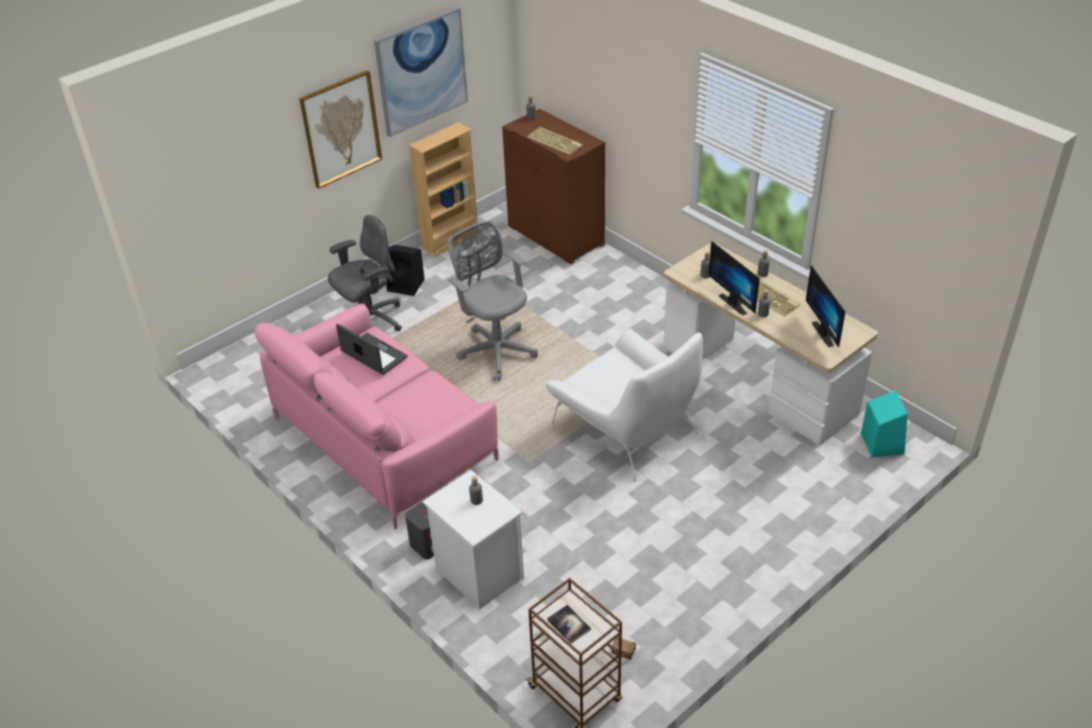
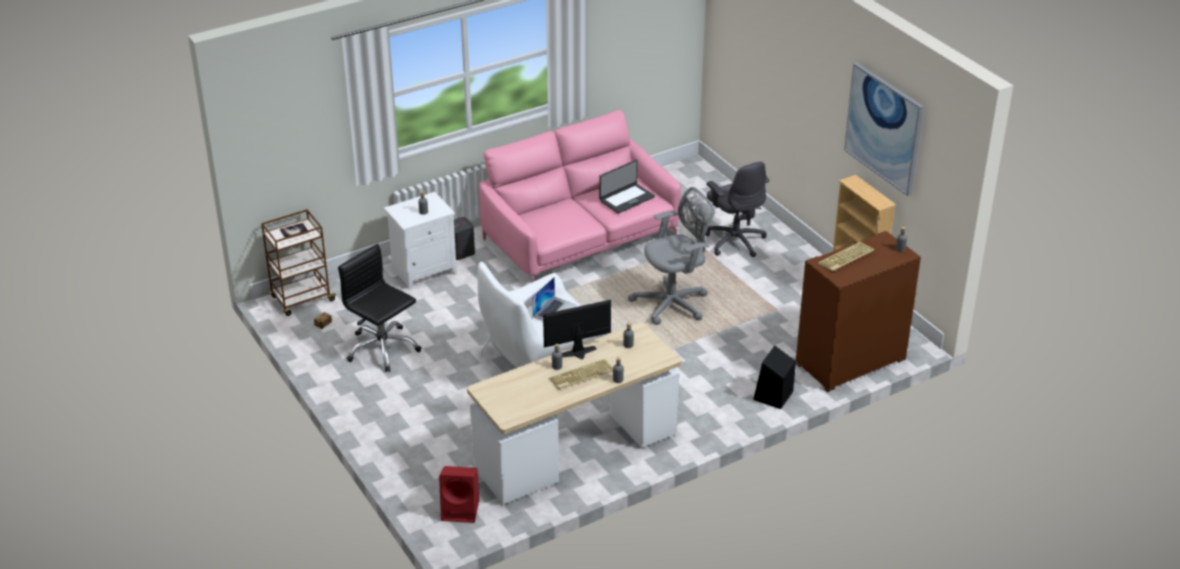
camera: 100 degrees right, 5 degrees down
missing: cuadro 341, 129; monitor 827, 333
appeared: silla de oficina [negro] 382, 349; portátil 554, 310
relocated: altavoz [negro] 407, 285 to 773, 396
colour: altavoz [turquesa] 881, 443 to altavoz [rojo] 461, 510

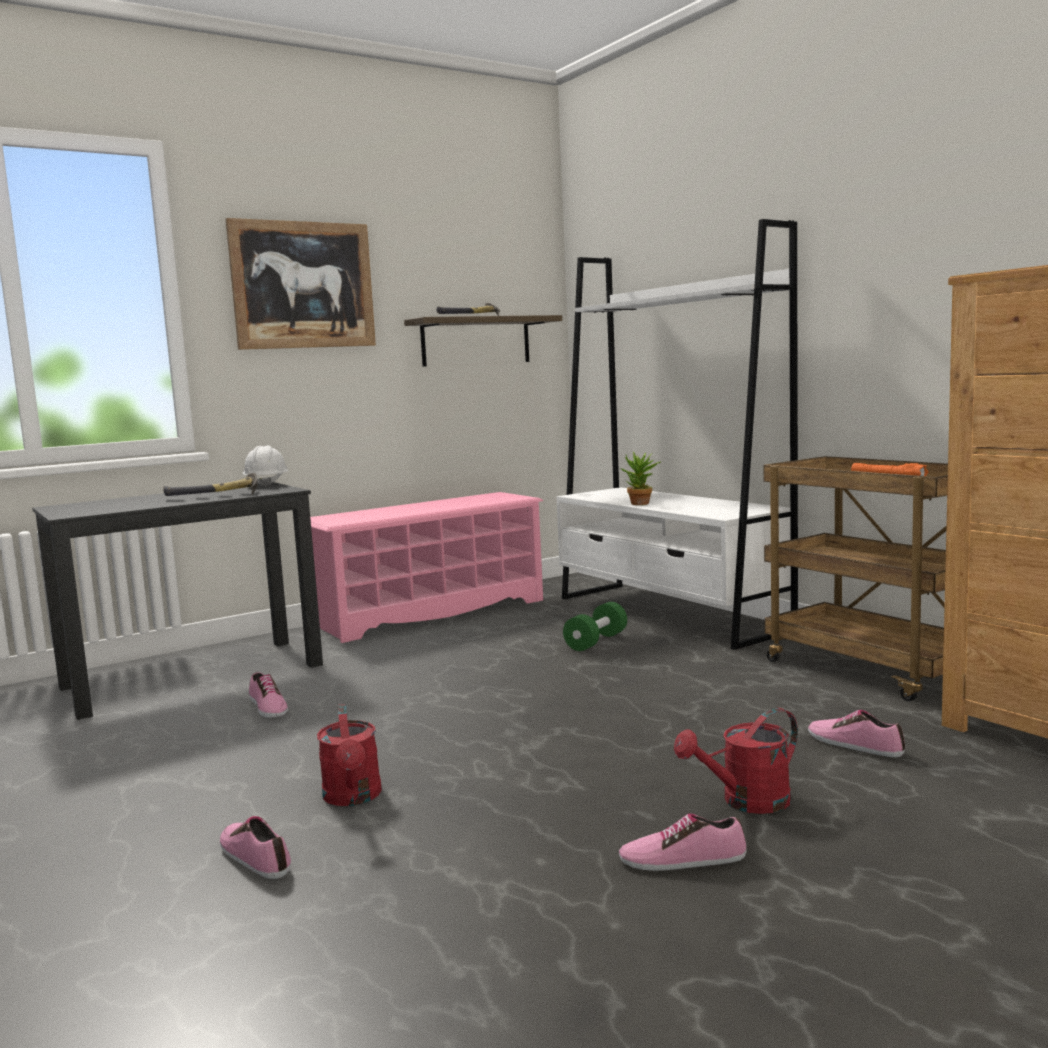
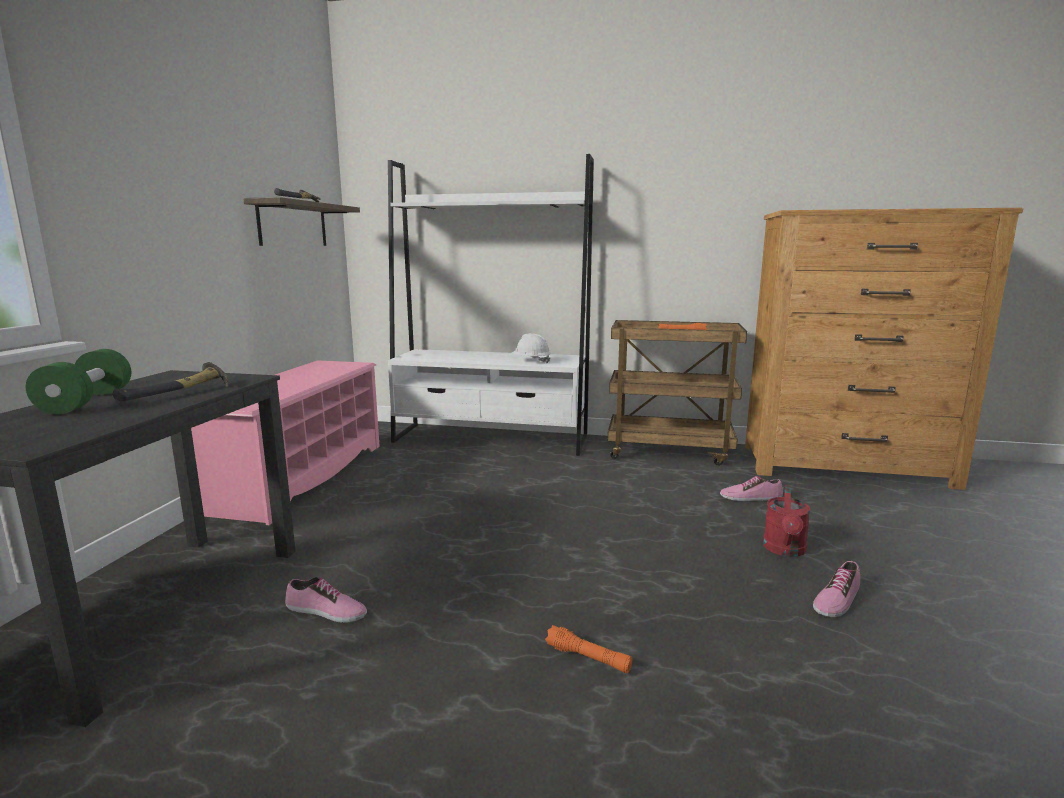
camera: 45 degrees left, 5 degrees up
missing: zapato 256, 856; cuadro 303, 285; planta en maceta 641, 504
relocated: casco [blanco] 266, 484 to 530, 361; mancuerna [verde] 596, 641 to 87, 401
exchanged: regadera [rojo] 353, 797 to linterna [naranja] 588, 658

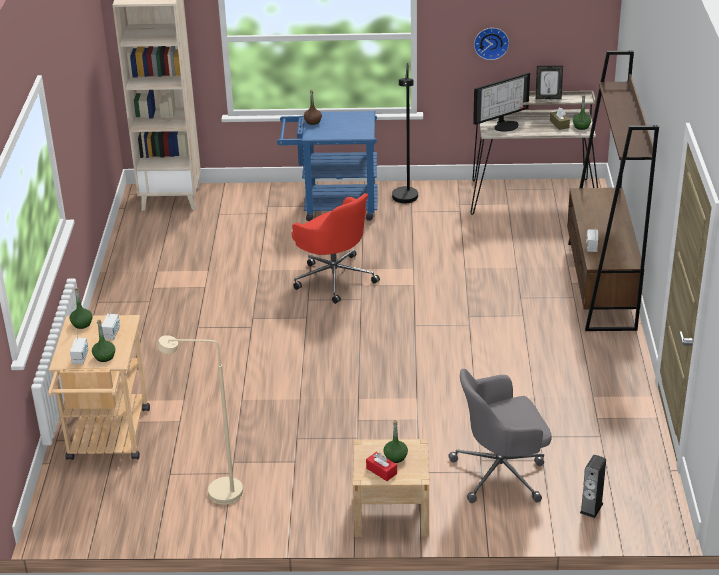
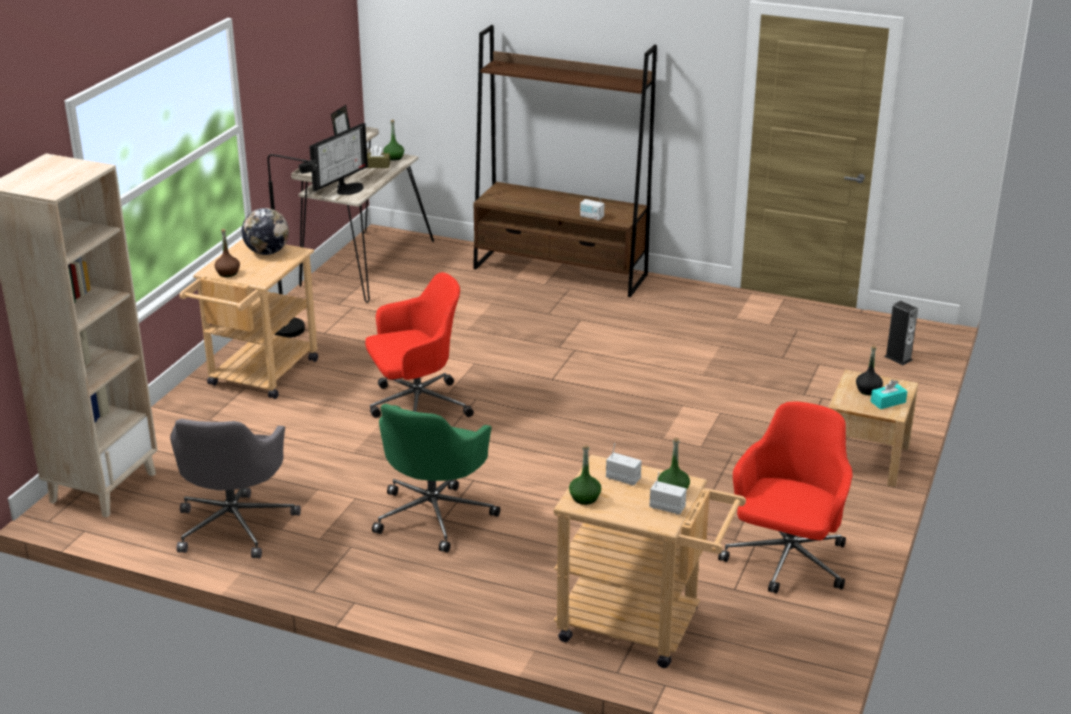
camera: 70 degrees left, 5 degrees down
missing: reloj de pared 491, 42
appeared: globo terráqueo 267, 252; silla de oficina [verde] 434, 515
relocated: silla de oficina [gris] 501, 473 to 235, 524
exchanged: lámpara de pie [beis] 215, 493 to silla de oficina [rojo] 786, 562
colour: carrito [azul] 332, 206 to carrito [beis] 258, 377; caja de pañuelos [rojo] 381, 471 to caja de pañuelos [turquesa] 888, 402; botella [verde] 395, 457 to botella [negro] 868, 390
spun: monitor 505, 125 = 348, 188 45 degrees clockwise

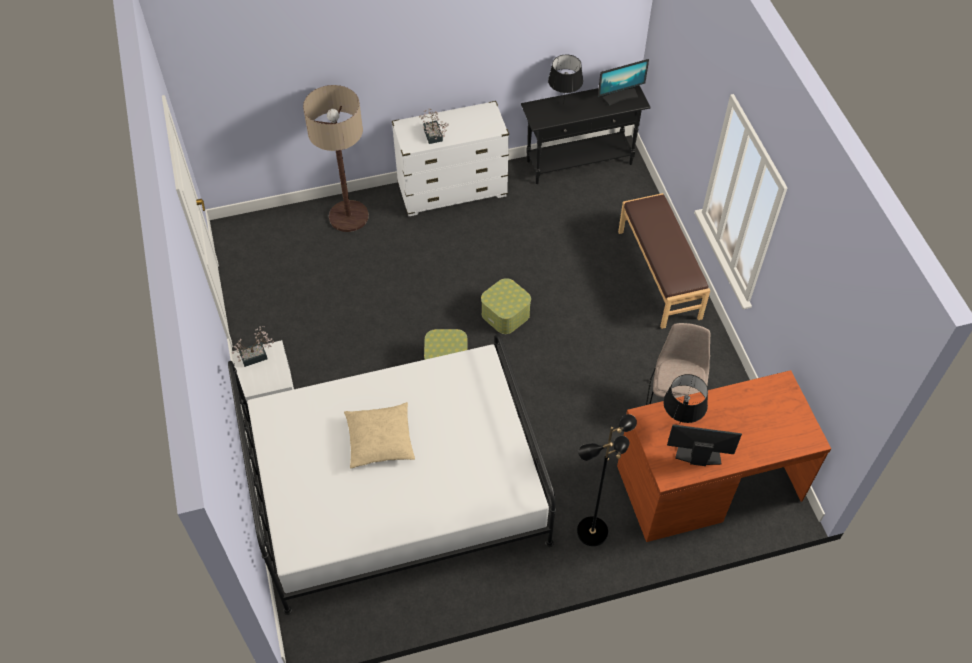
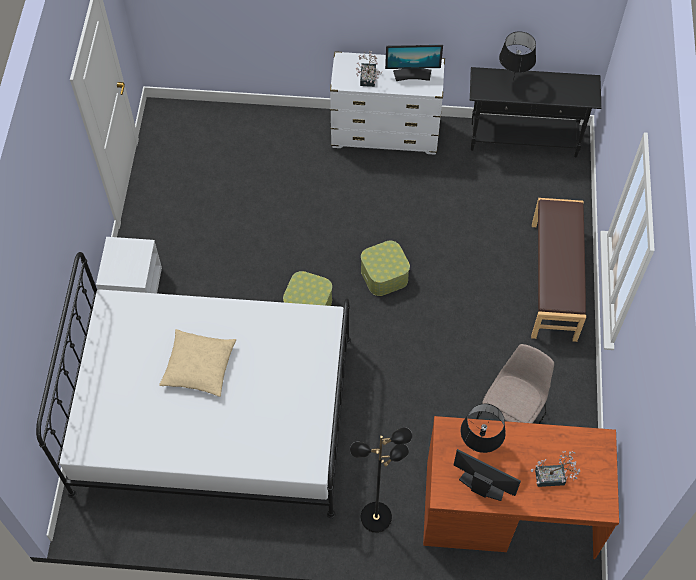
camera: 20 degrees right, 5 degrees up
missing: lámpara de pie 348, 216
relocated: planta en maceta 257, 356 to 553, 477; monitor 620, 96 to 412, 74

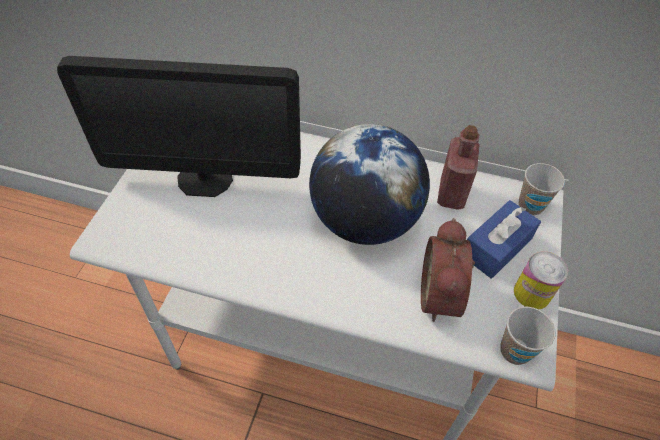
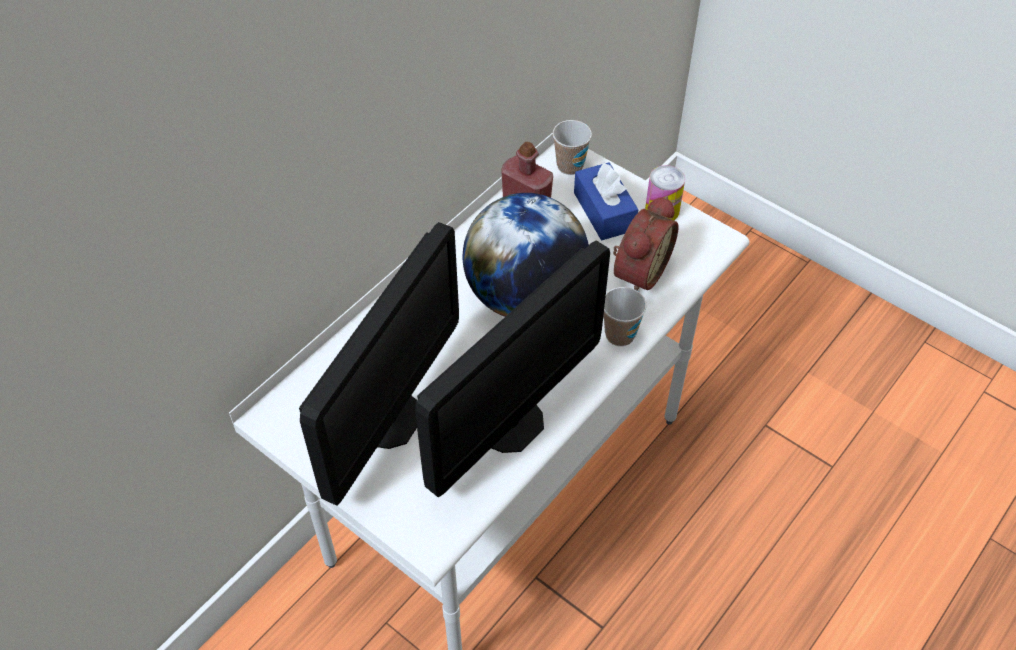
camera: 65 degrees left, 0 degrees up
appeared: monitor 510, 424
relocated: taza 515, 351 to 620, 335
spun: despertador 443, 296 = 638, 271 90 degrees counterclockwise

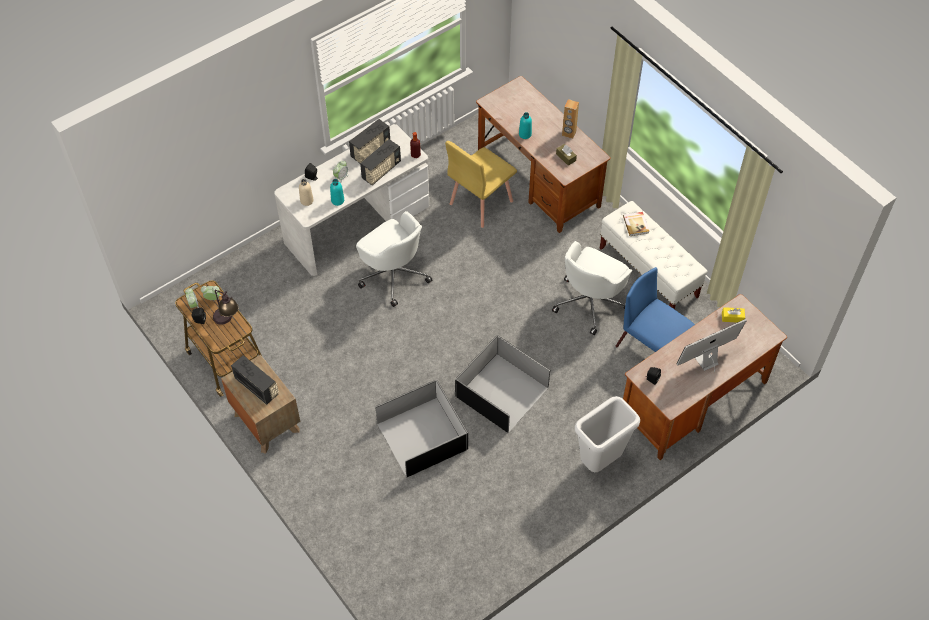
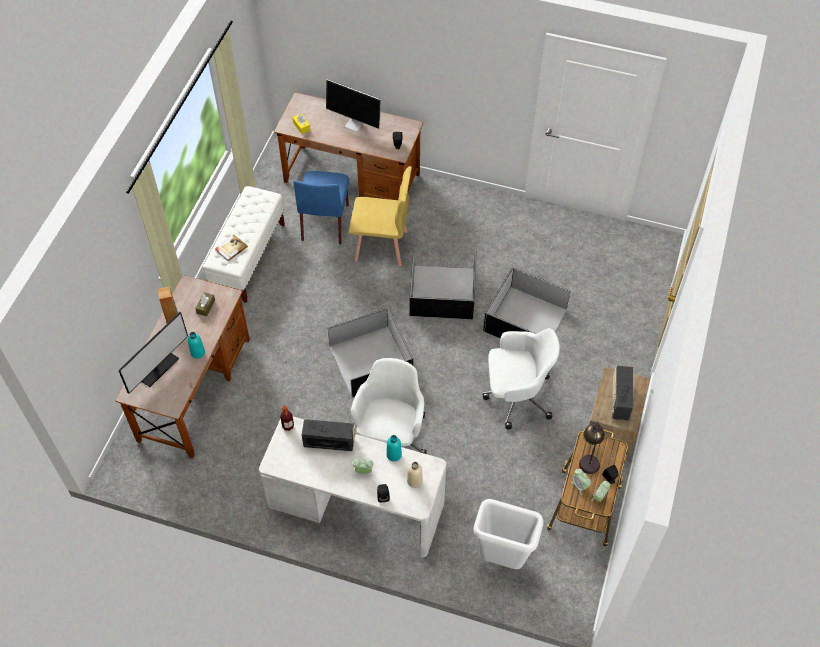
camera: 125 degrees left, 0 degrees up
missing: radio 370, 150
appeared: monitor 157, 368; caja de almacenaje [negro] 370, 359
relocated: silla [amarillo] 480, 202 to 381, 246; silla de oficina [blanco] 590, 302 to 516, 396; papelera [blanco] 600, 460 to 501, 559

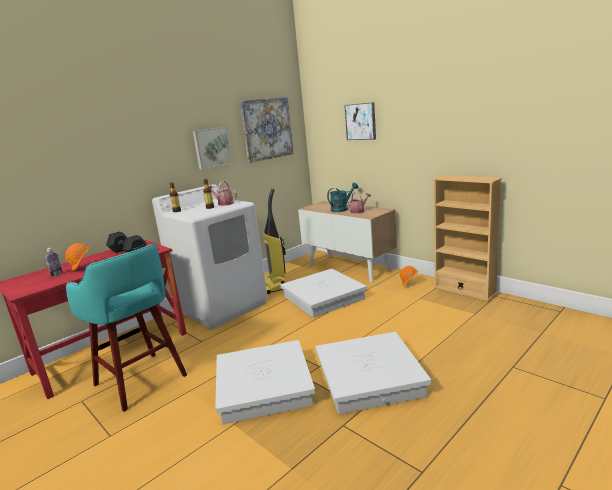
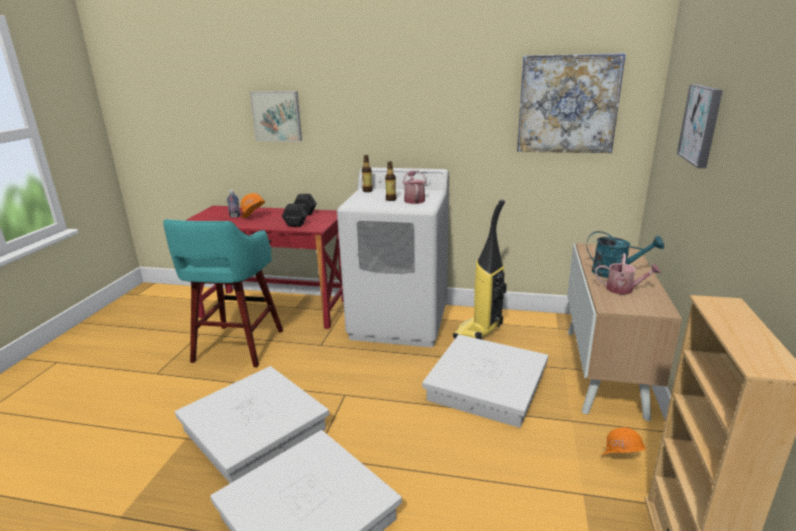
camera: 55 degrees right, 5 degrees up
relocated: cuadro 211, 147 to 277, 116

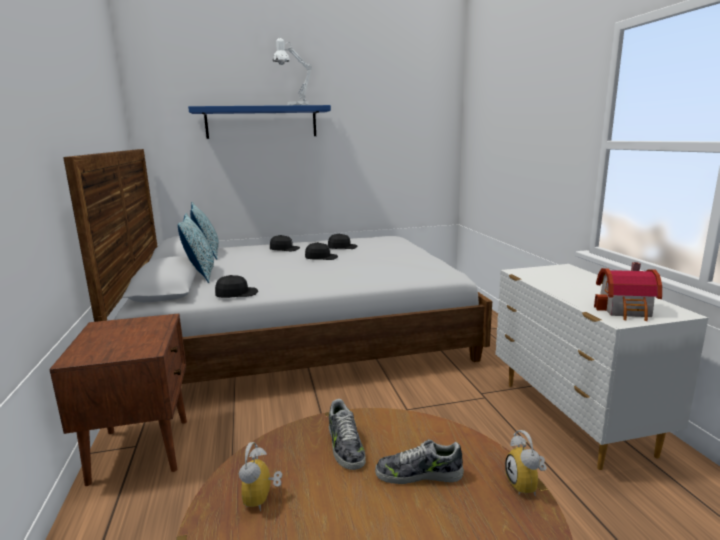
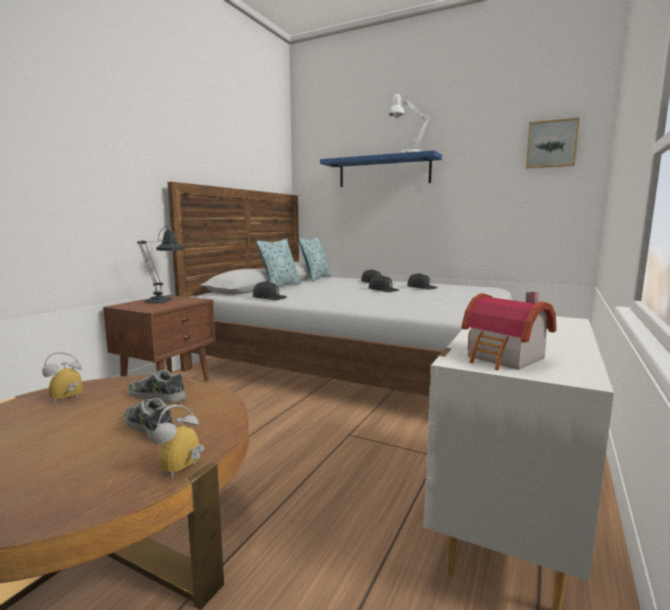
camera: 40 degrees right, 5 degrees down
appeared: lámpara de mesa 162, 301; cuadro 551, 144
spun: zapato 345, 446 = 157, 396 90 degrees clockwise

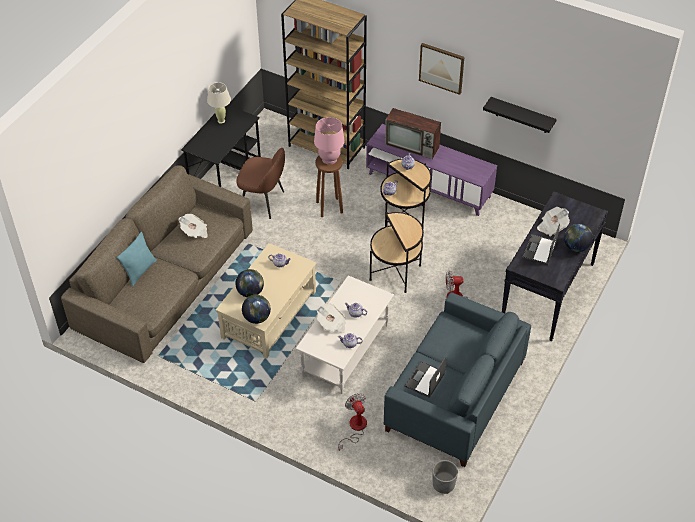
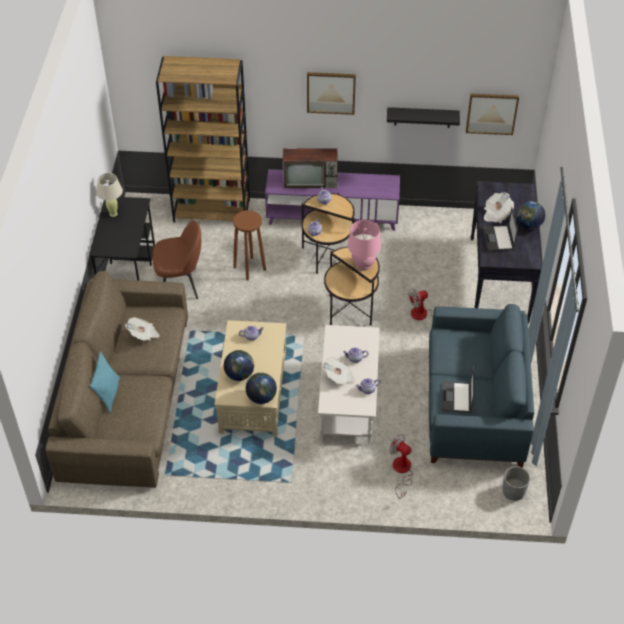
camera: 25 degrees left, 0 degrees up
appeared: cuadro 491, 113
relocated: lámpara de mesa [rosa] 329, 159 to 363, 264

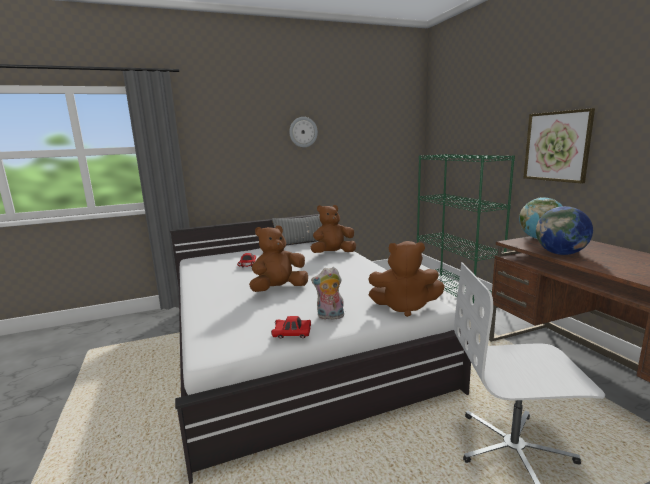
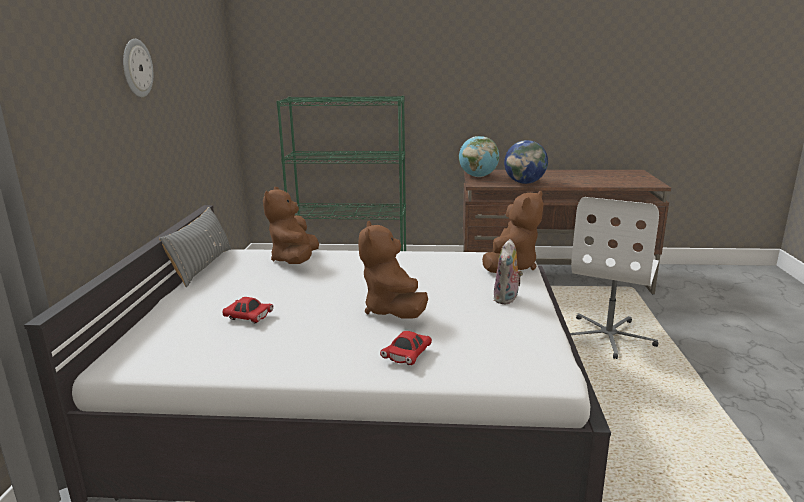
camera: 65 degrees left, 5 degrees up
missing: cuadro 557, 146
relocated: coche de juguete [rojo] 292, 334 to 407, 356

